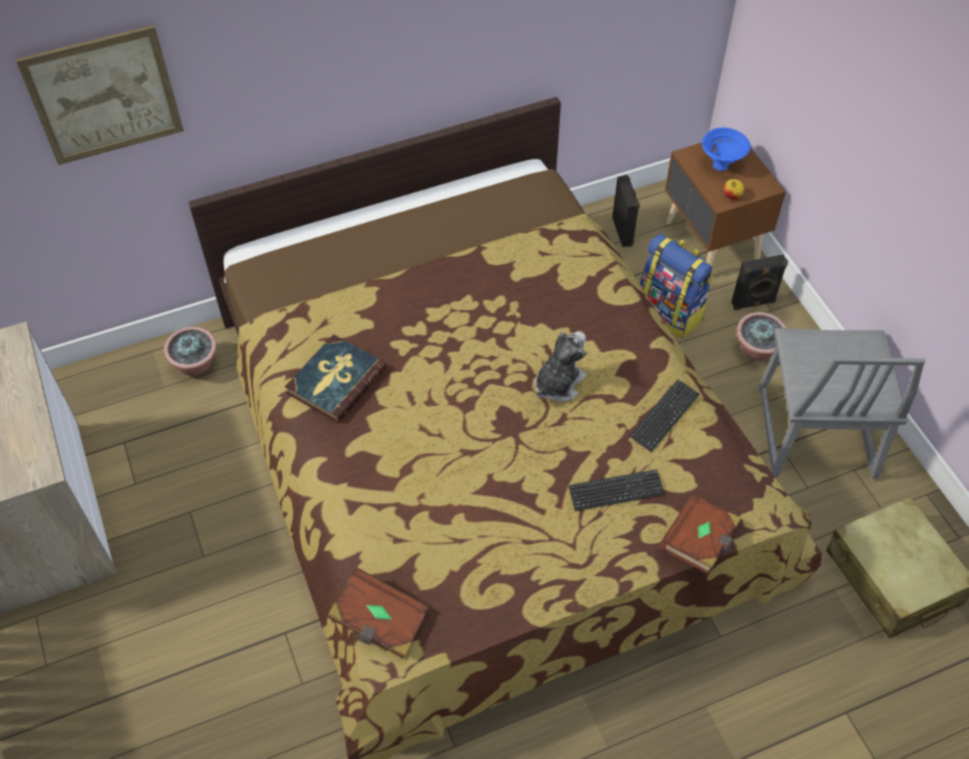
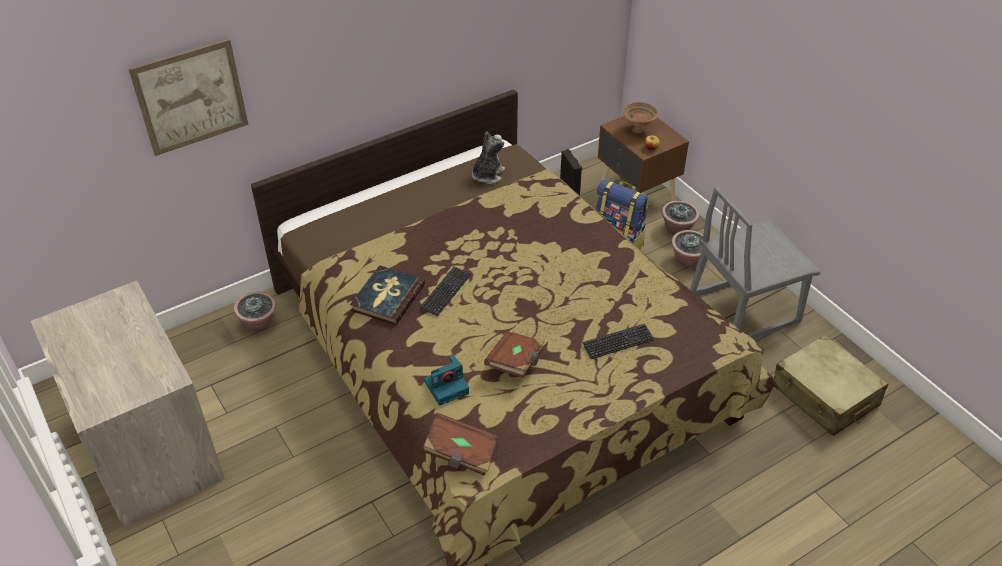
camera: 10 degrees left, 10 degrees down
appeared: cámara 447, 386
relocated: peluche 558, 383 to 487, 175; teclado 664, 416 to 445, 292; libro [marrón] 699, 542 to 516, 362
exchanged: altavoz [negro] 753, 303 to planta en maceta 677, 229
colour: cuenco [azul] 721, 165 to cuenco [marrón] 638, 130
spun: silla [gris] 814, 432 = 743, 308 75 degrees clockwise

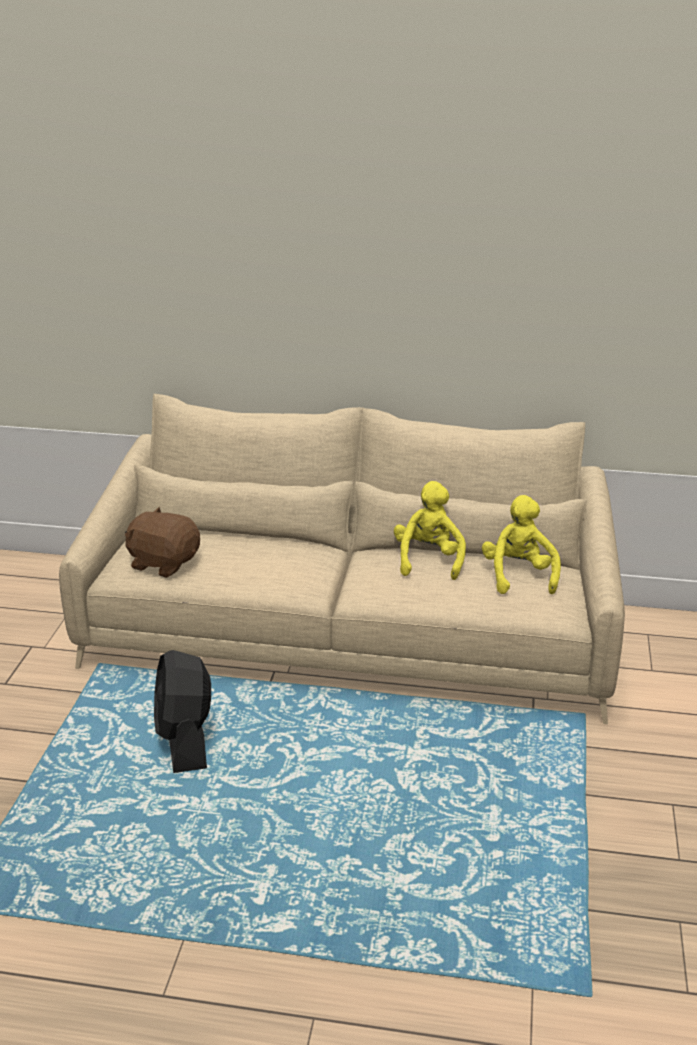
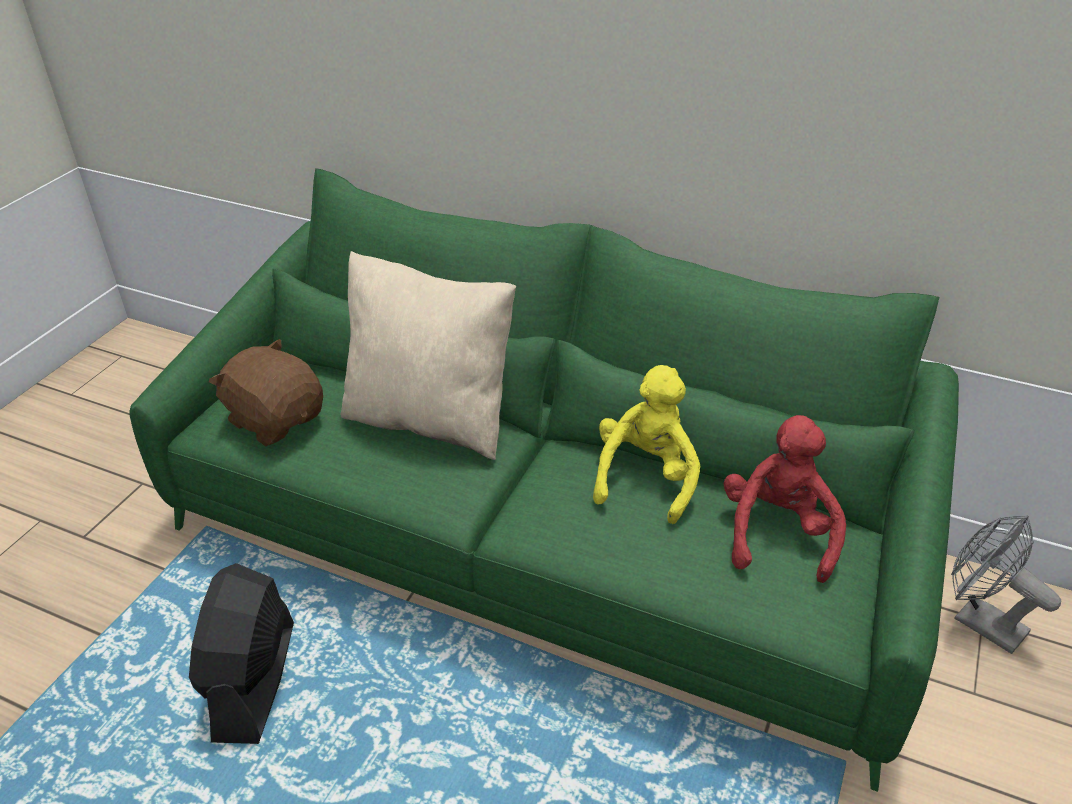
camera: 15 degrees right, 10 degrees up
appeared: cojín [beis] 431, 419; ventilador [gris] 979, 621
colour: sofá [beis] 349, 638 to sofá [verde] 539, 544; peluche [amarillo] 518, 575 to peluche [rojo] 777, 533

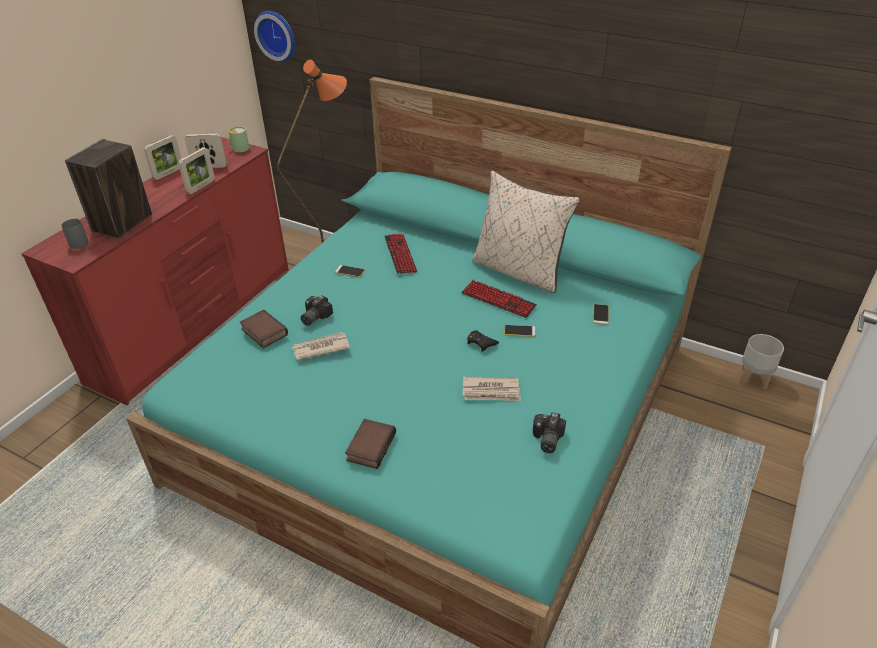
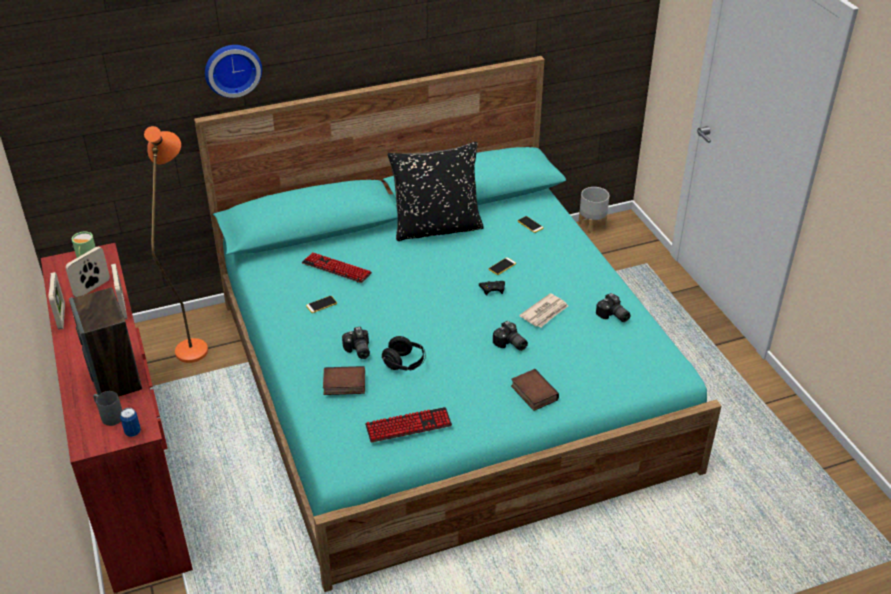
camera: 50 degrees left, 0 degrees up
appeared: lata 133, 432; cámara 510, 344
relocated: reloj de pared 277, 35 to 232, 69; teclado 498, 300 to 408, 426
exchanged: periódico 320, 348 to auriculares [negro] 404, 363
colour: cojín [beis] 519, 271 to cojín [negro] 437, 228

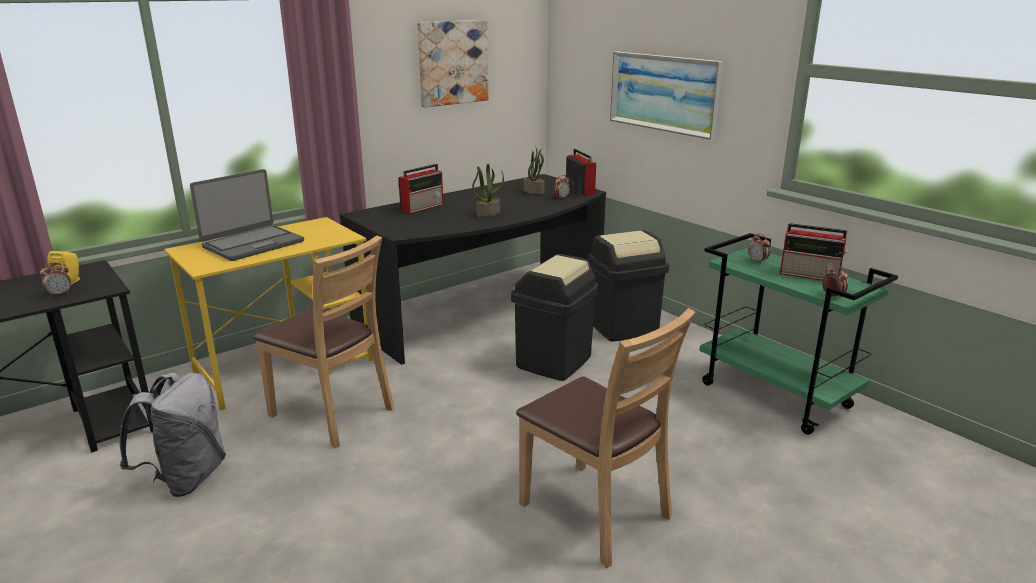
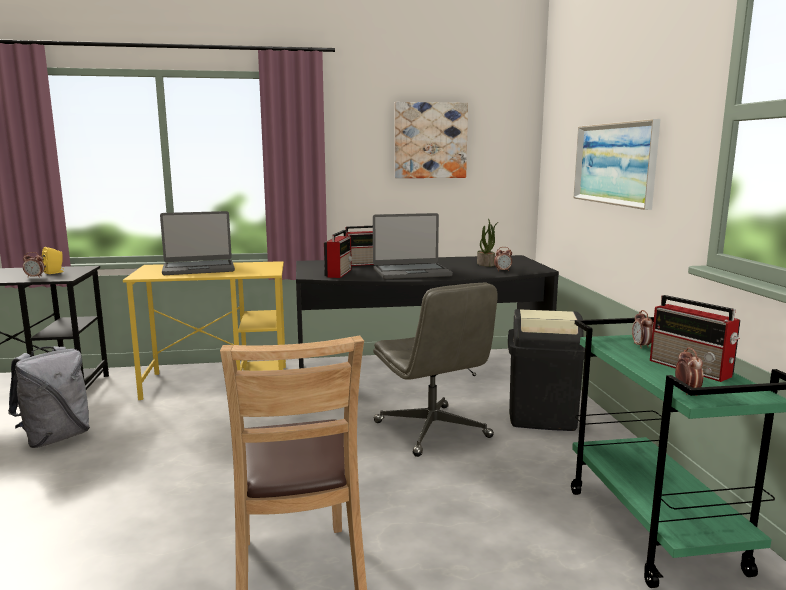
camera: 30 degrees right, 10 degrees down
missing: silla [marrón] 332, 413
relocated: radio 579, 189 to 339, 273
exchanged: planta en maceta 488, 213 to portátil 411, 272; papelera [negro] 554, 362 to silla de oficina [gris] 433, 430

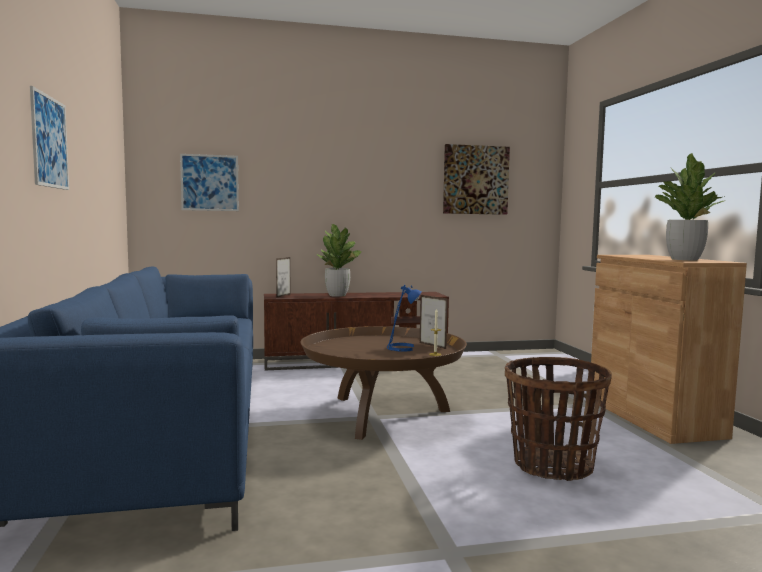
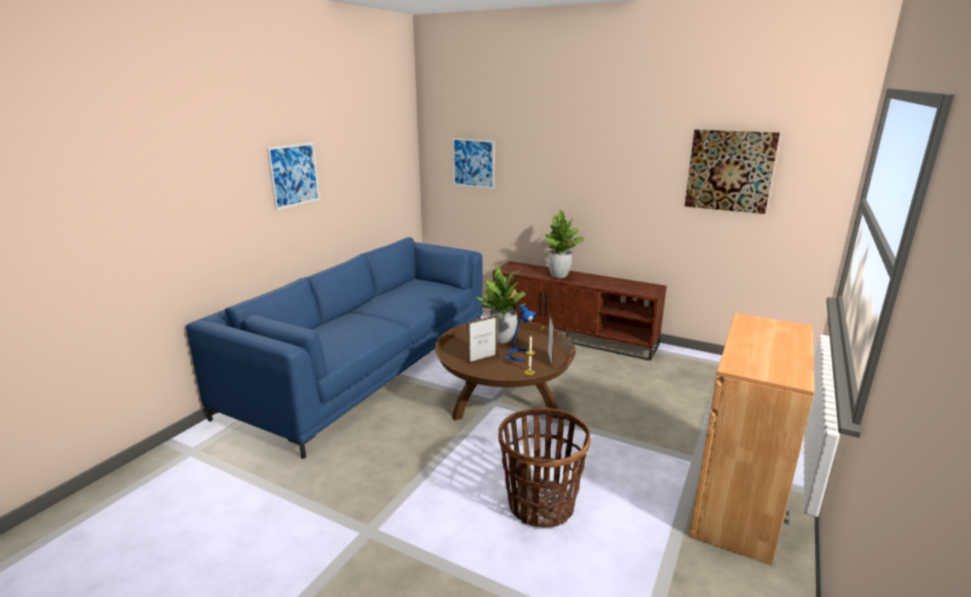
camera: 40 degrees right, 15 degrees up
relocated: portarretratos 283, 296 to 482, 359; planta en maceta 684, 259 to 502, 339

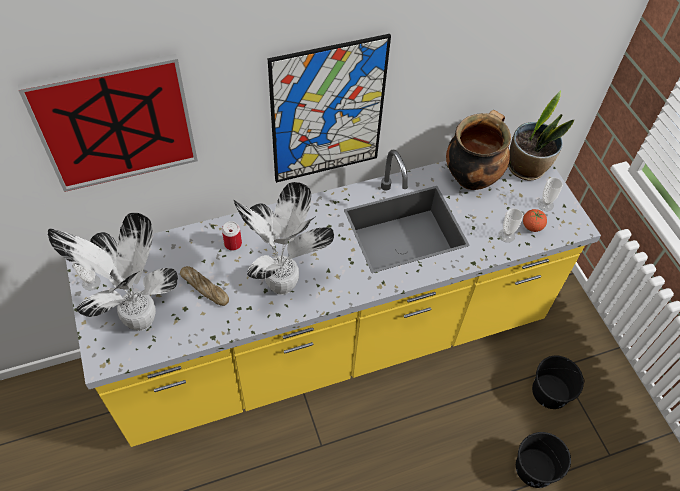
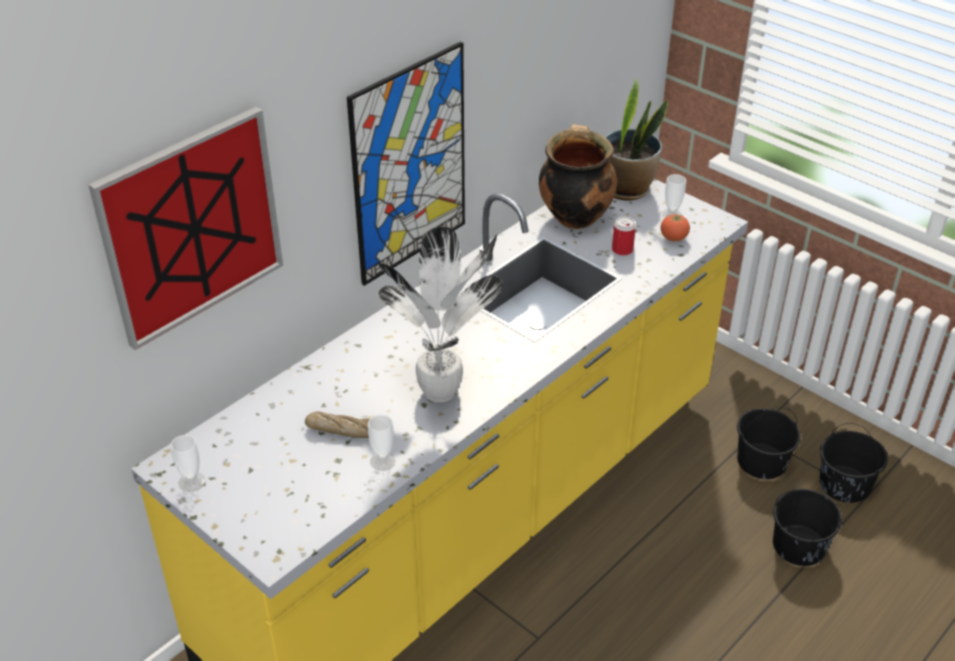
camera: 25 degrees left, 15 degrees down
missing: planta en maceta 137, 320
appeared: cubo [negro] 844, 484
relocated: lata 233, 244 to 622, 250; taza 506, 235 to 383, 461

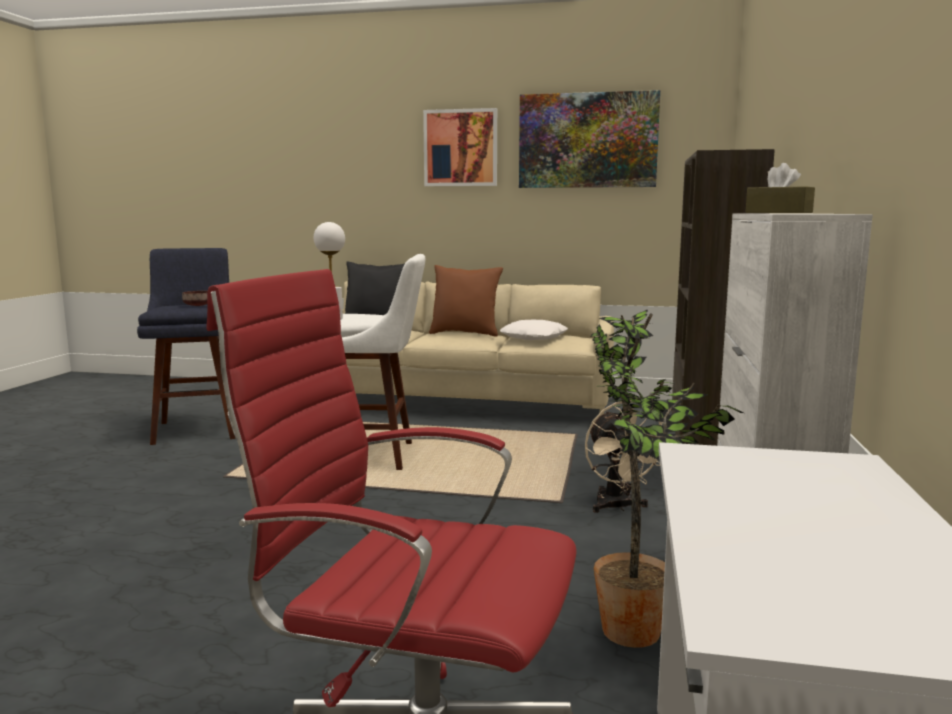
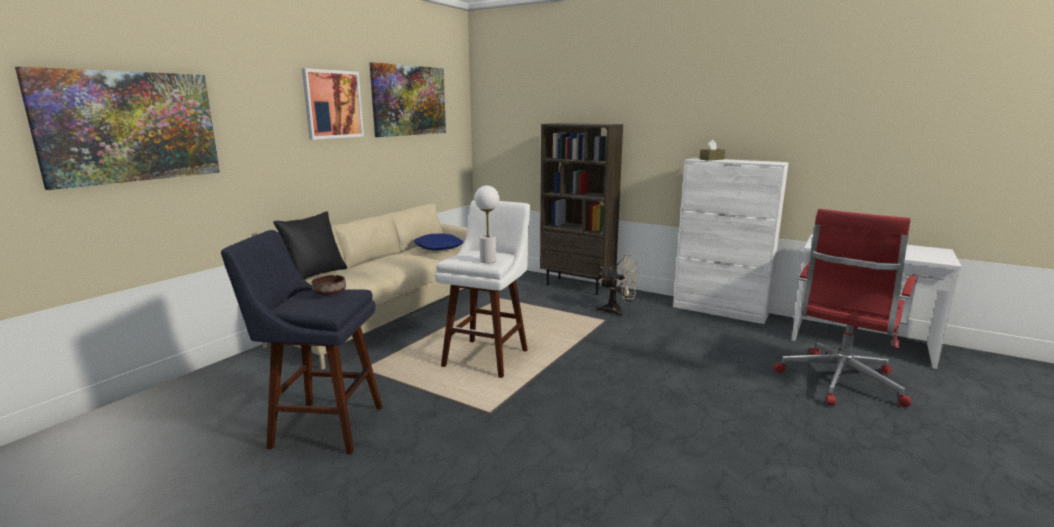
camera: 70 degrees left, 5 degrees up
missing: cojín [marrón] 465, 333; planta en maceta 635, 636
appeared: cuadro 130, 127
colour: cojín [blanco] 534, 338 to cojín [azul] 438, 247

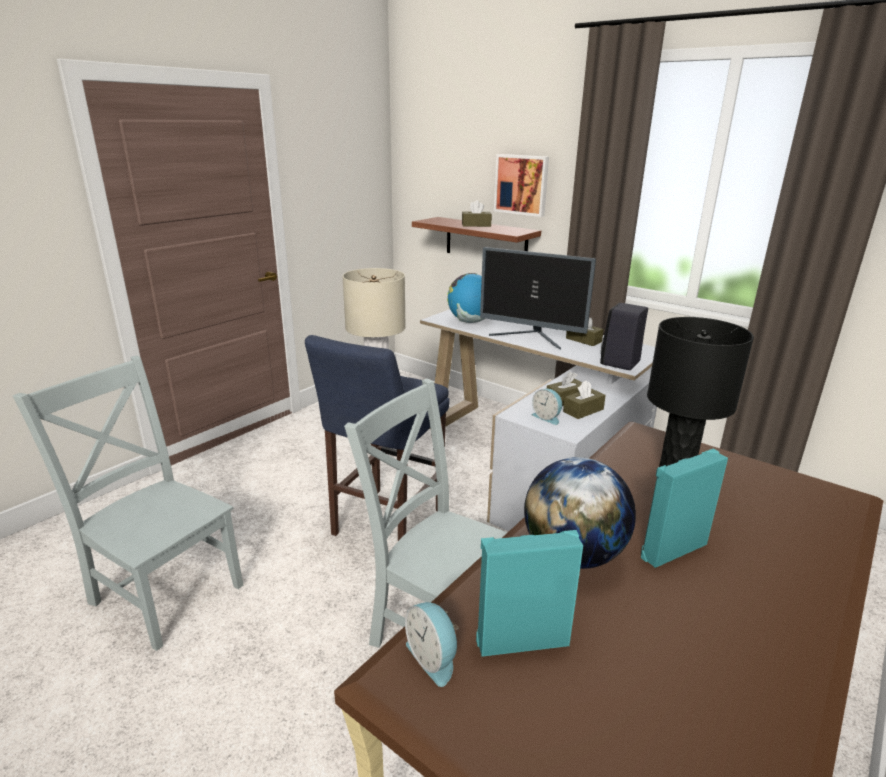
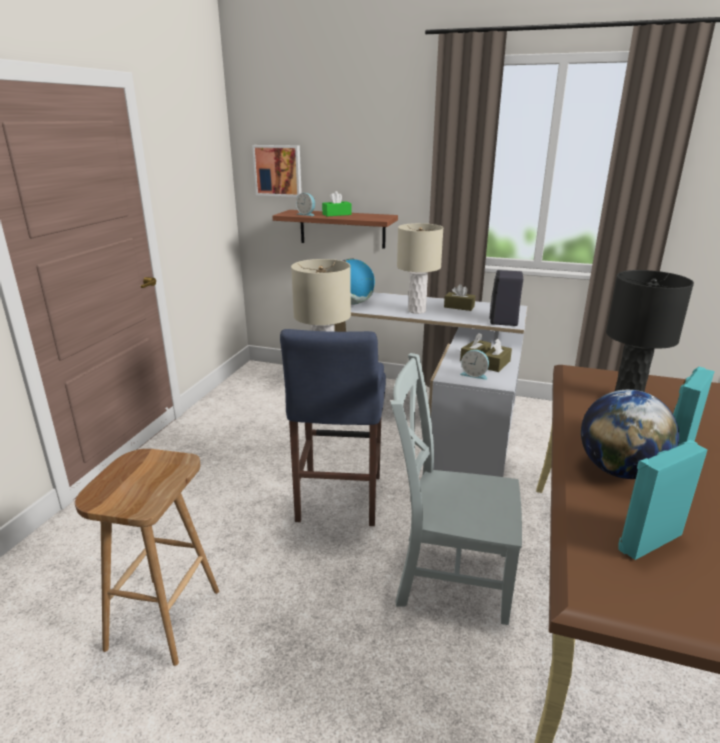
camera: 20 degrees left, 0 degrees up
relocated: despertador 433, 658 to 307, 214; cuadro 522, 184 to 278, 170
exchanged: silla [gris] 164, 590 to taburete [marrón] 164, 617; monitor 531, 338 to lámpara de mesa [beis] 417, 311
colour: caja de pañuelos [marrón] 476, 225 to caja de pañuelos [verde] 336, 214

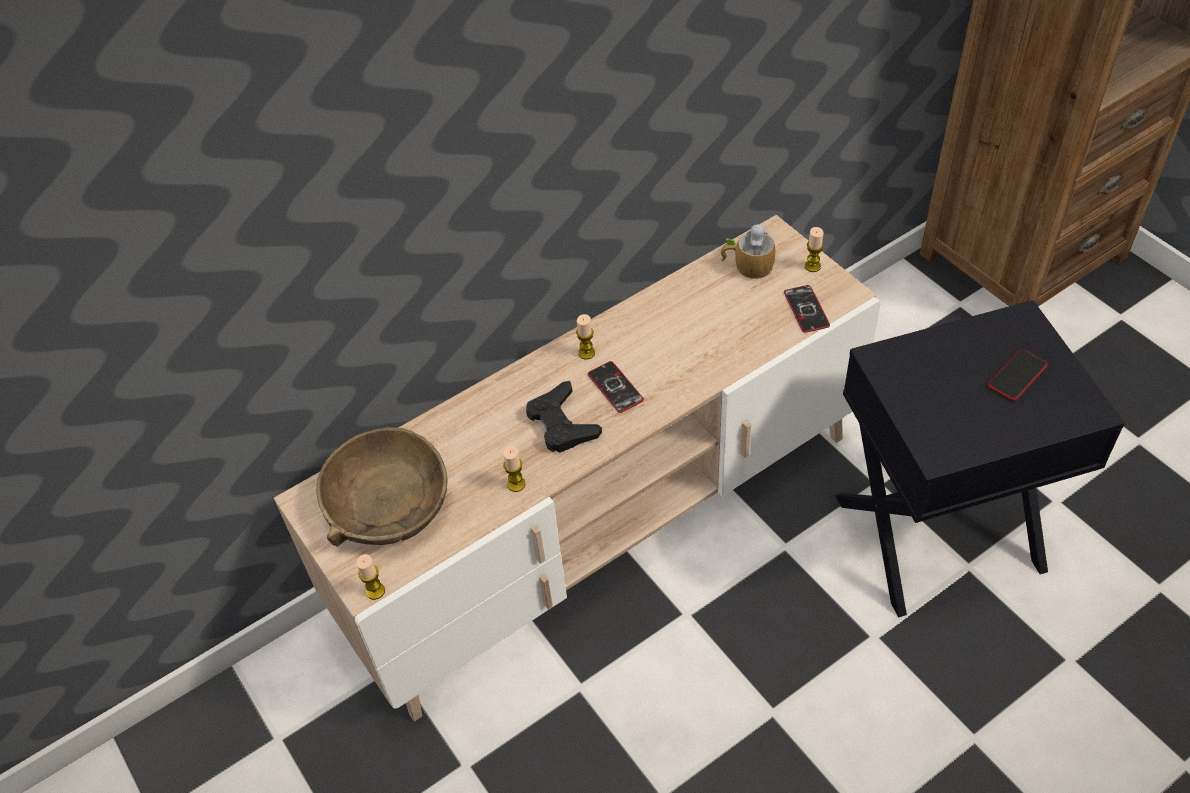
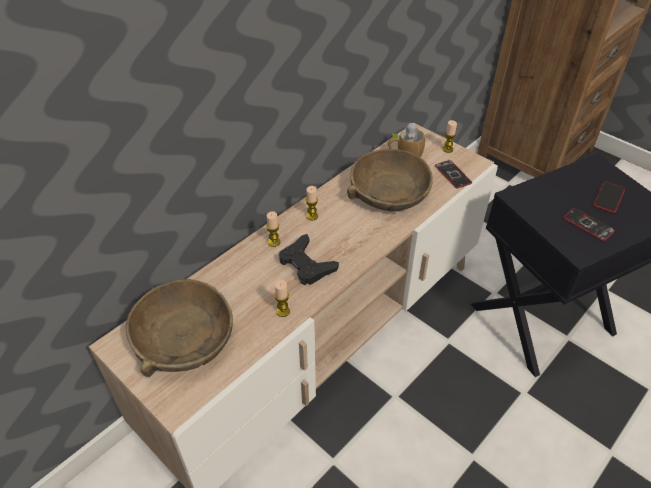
camera: 15 degrees left, 5 degrees down
appeared: cuenco [marrón] 389, 192
relocated: vela 375, 591 to 274, 242; móvil 615, 387 to 588, 225

